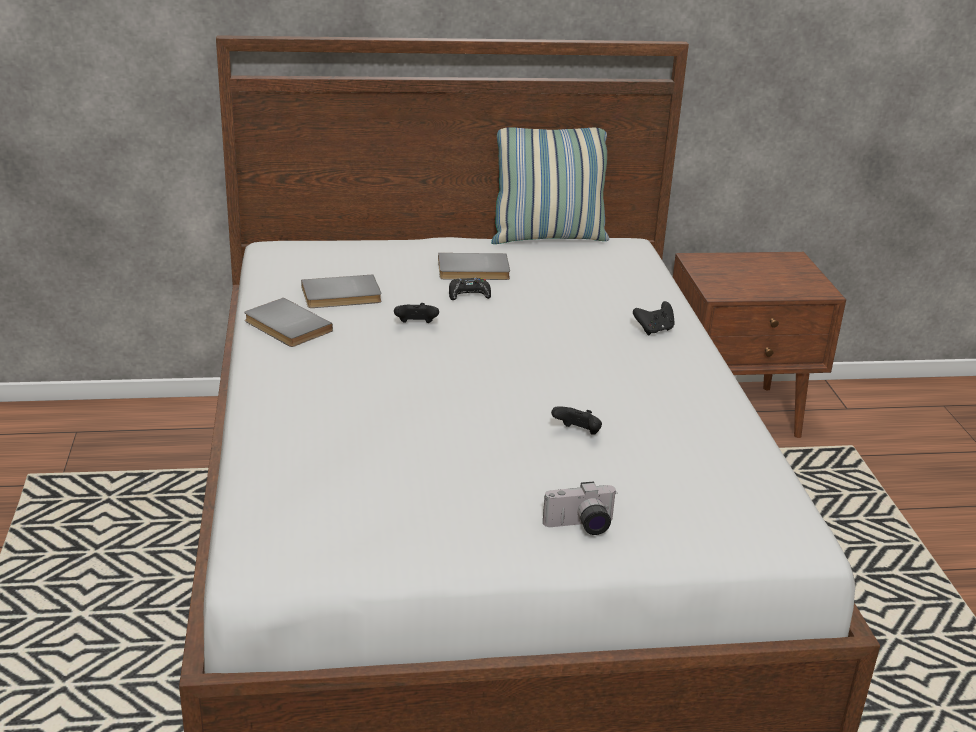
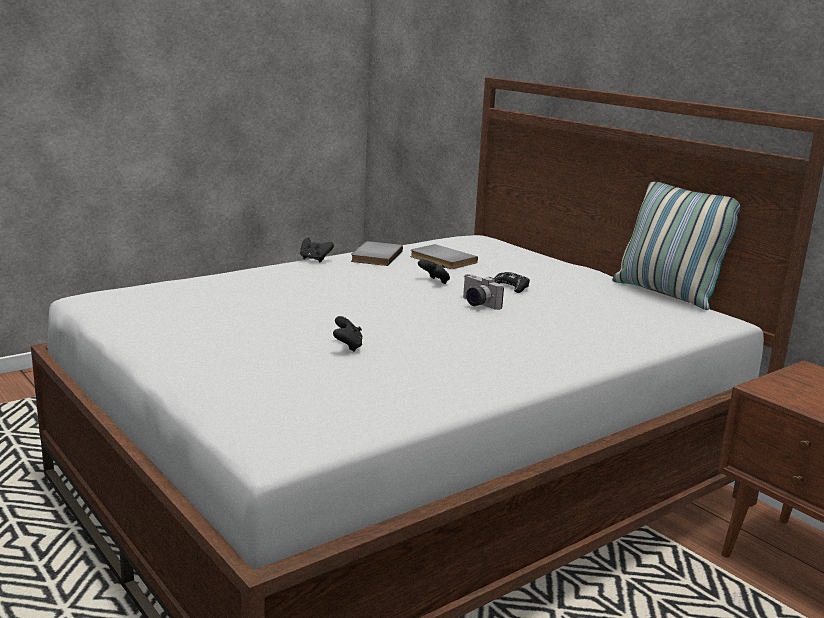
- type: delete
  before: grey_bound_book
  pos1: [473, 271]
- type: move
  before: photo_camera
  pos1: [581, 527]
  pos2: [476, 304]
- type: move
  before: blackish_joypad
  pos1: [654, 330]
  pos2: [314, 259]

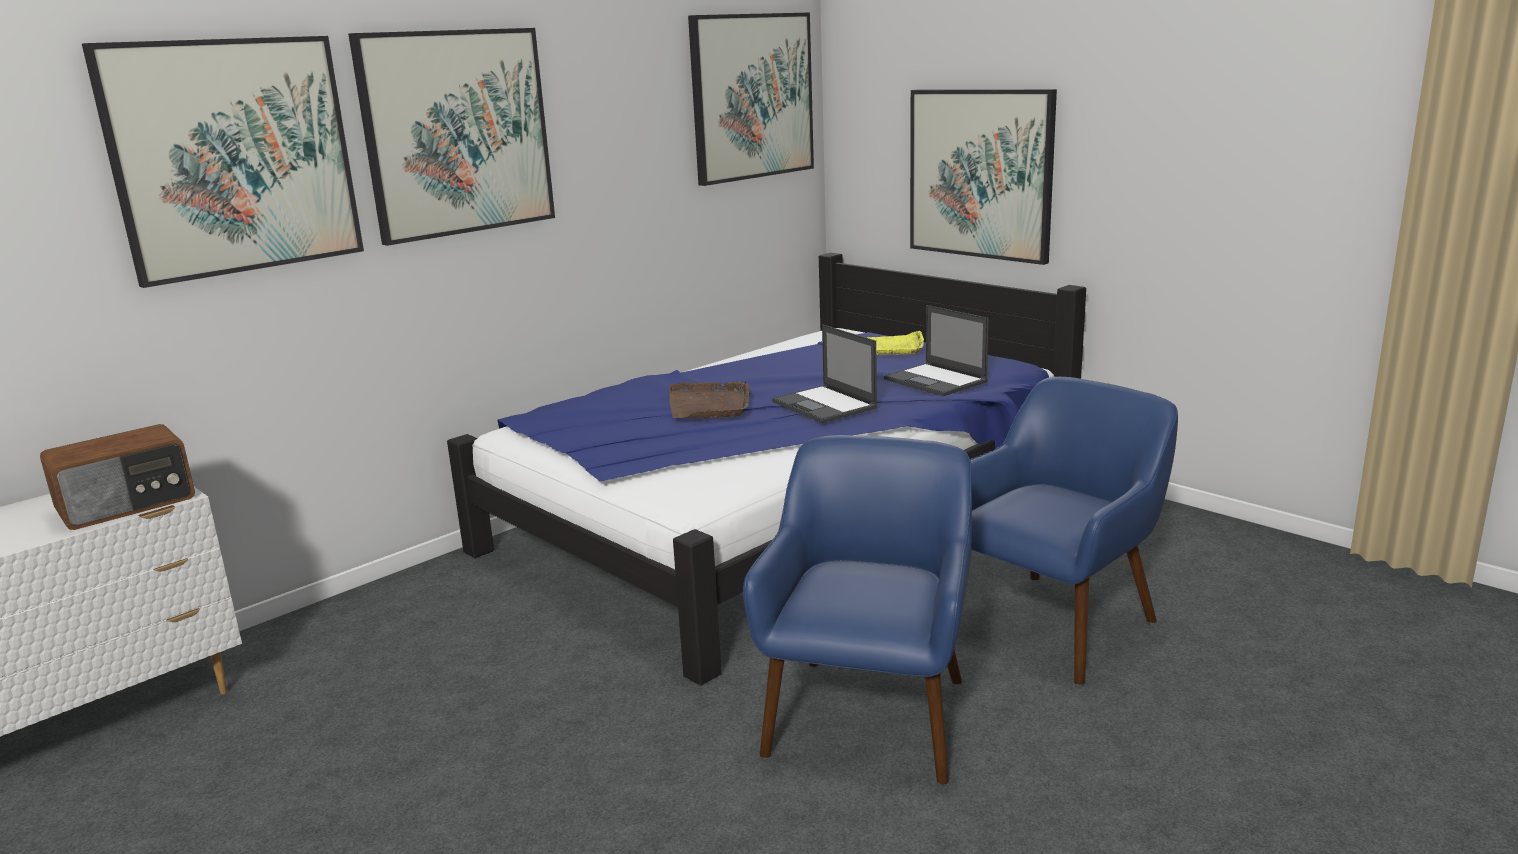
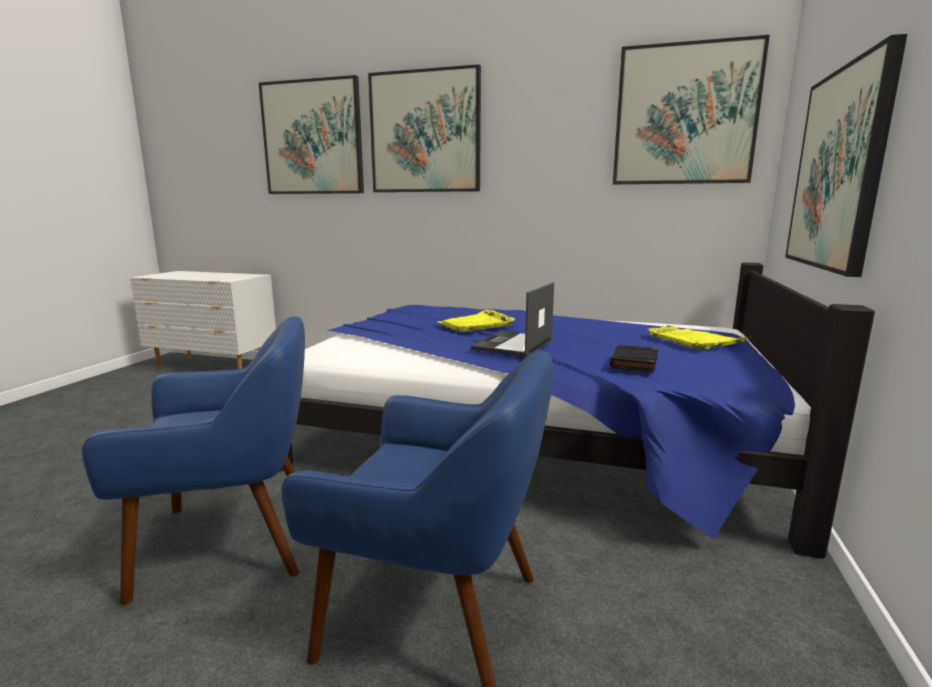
- type: delete
  before: radio_set
  pos1: [127, 504]
- type: replace
  before: portable_computer
  after: blackish_bound_book
  pos1: [936, 380]
  pos2: [634, 363]
- type: recolor
  before: brownish_carrying_tray
  after: yellowish_carrying_tray
  pos1: [709, 404]
  pos2: [476, 324]

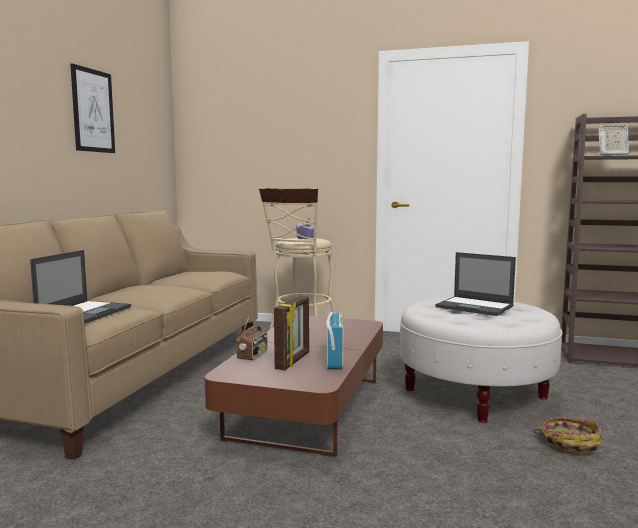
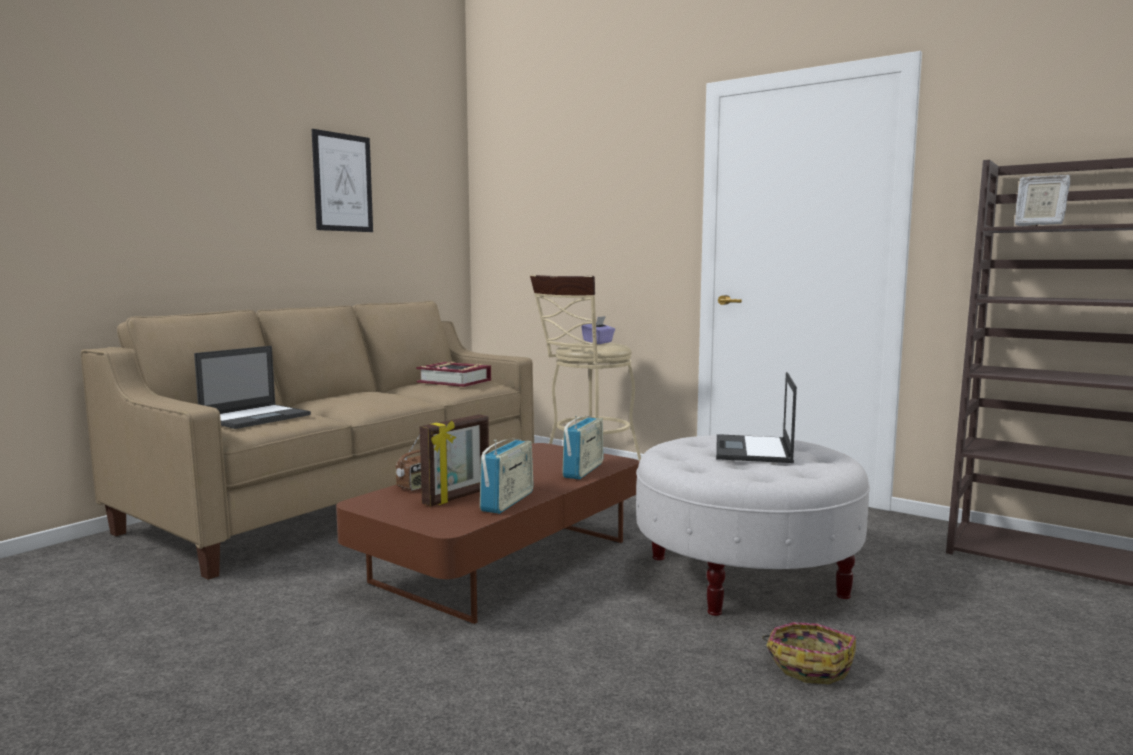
- type: insert
  after: bound_book
  pos2: [454, 381]
- type: insert
  after: radio_set
  pos2: [583, 470]
- type: rotate
  before: portable_computer
  pos1: [475, 307]
  pos2: [753, 450]
  turn: 45

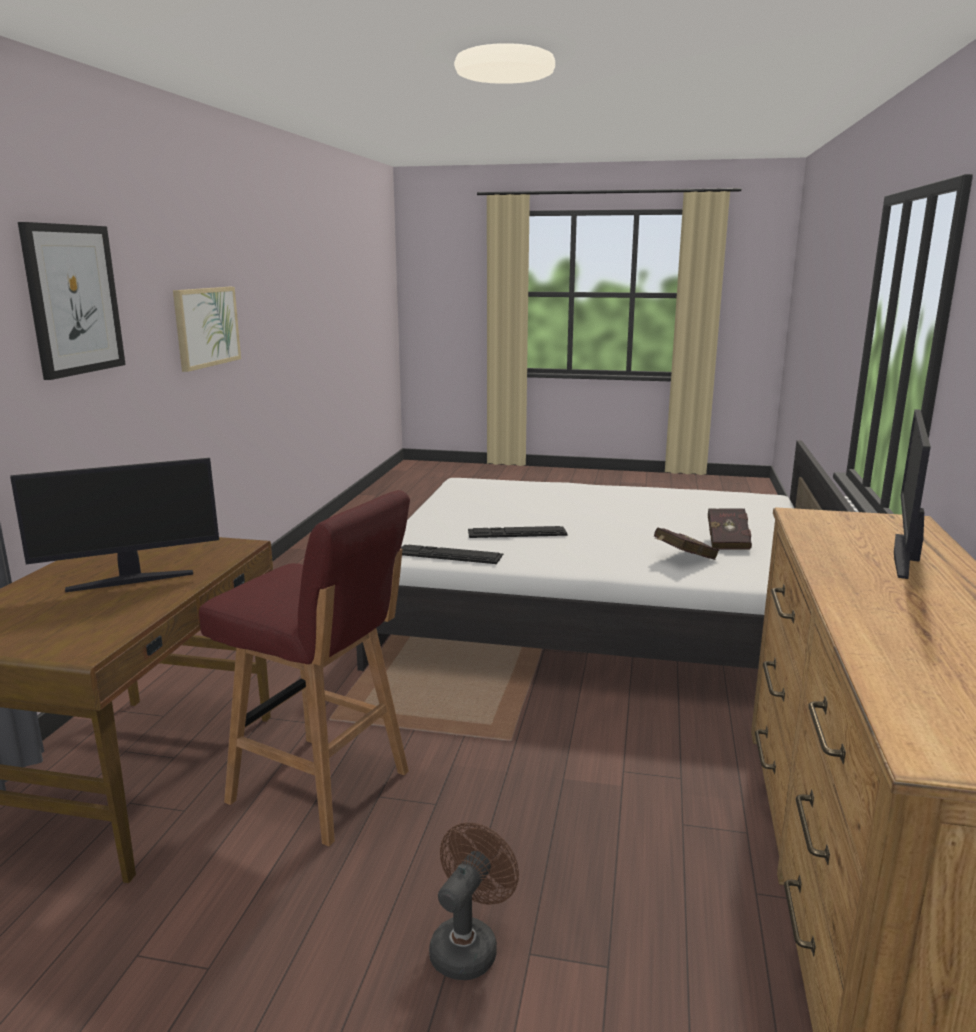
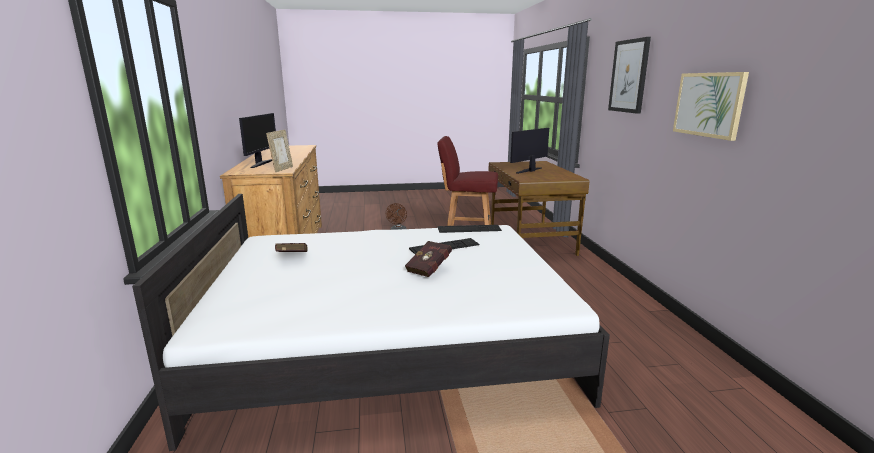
- type: insert
  after: standing_frame
  pos2: [282, 169]
- type: move
  before: red_bound_book
  pos1: [682, 559]
  pos2: [430, 269]

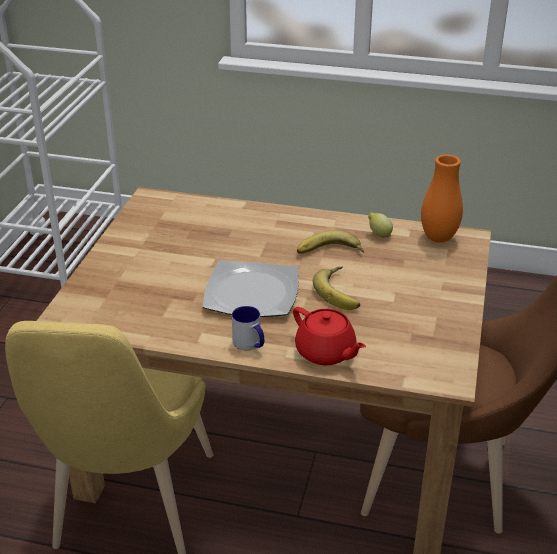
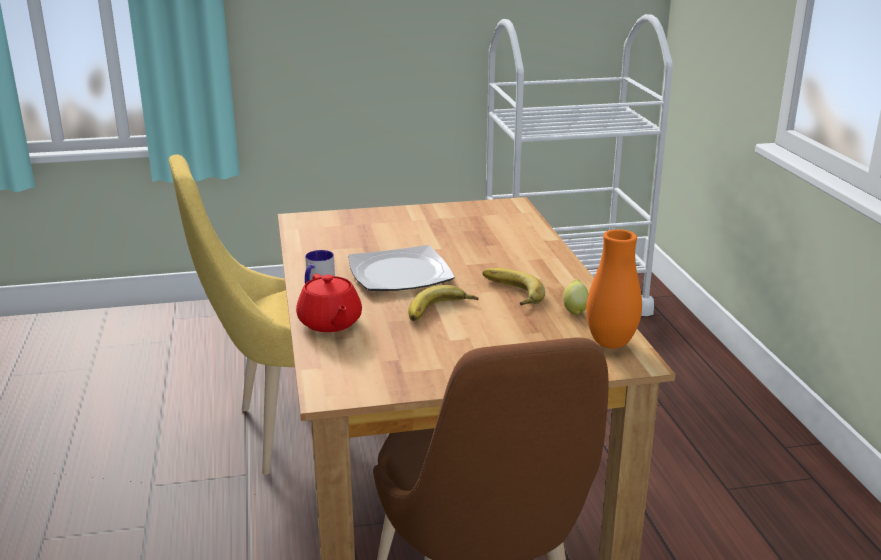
- type: rotate
  before: red_tea_pot
  pos1: [326, 353]
  pos2: [330, 323]
  turn: -45

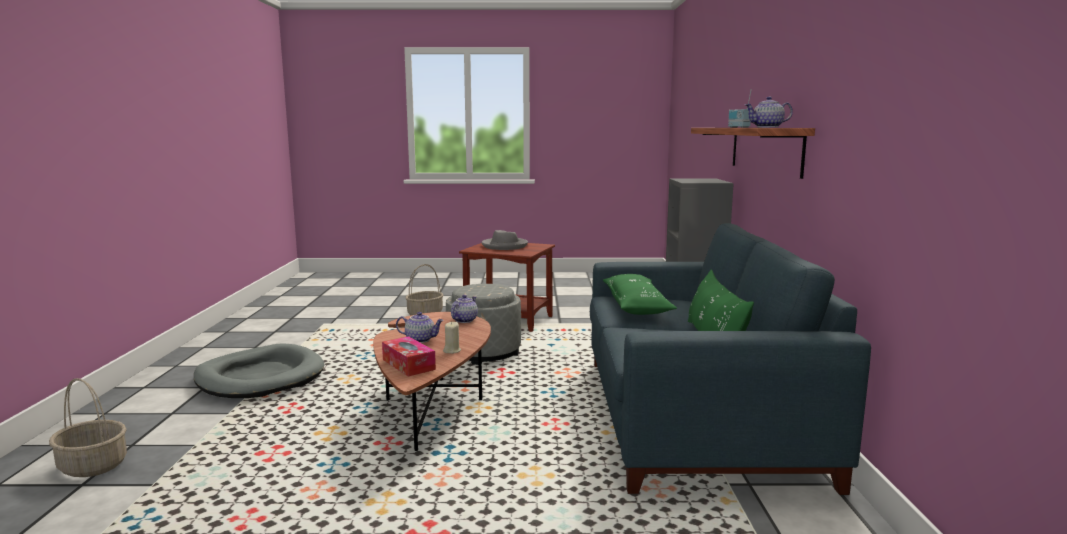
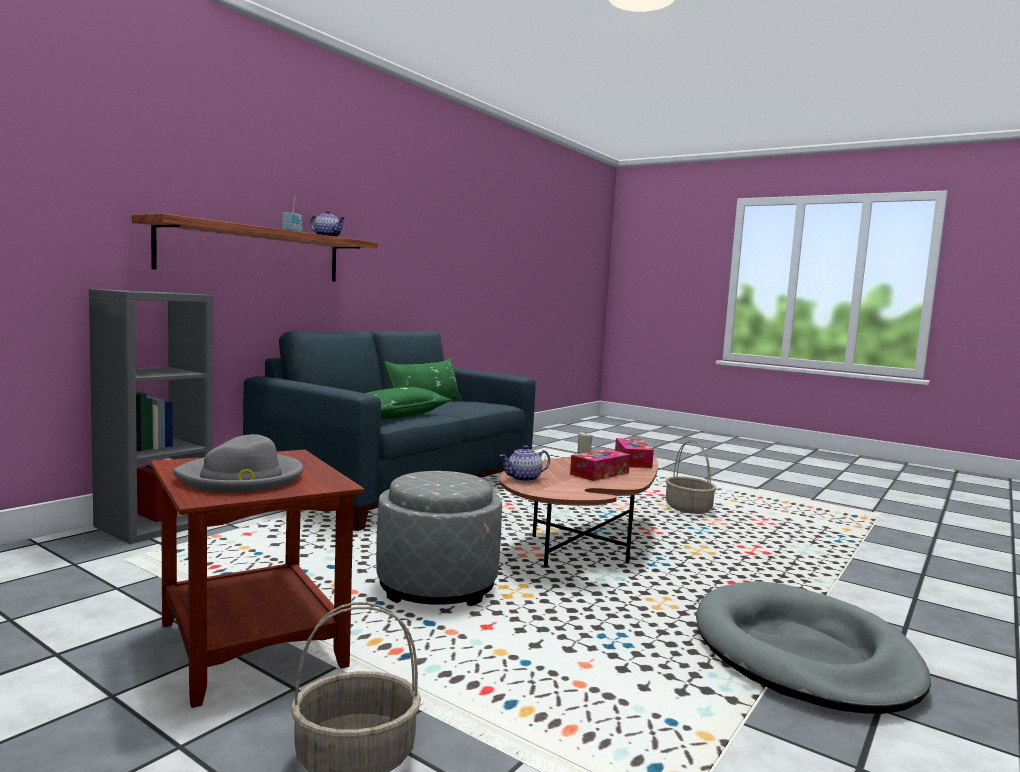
- type: move
  before: basket
  pos1: [92, 466]
  pos2: [689, 509]
- type: replace
  before: tea_pot
  after: tissue_holder
  pos1: [420, 339]
  pos2: [599, 473]

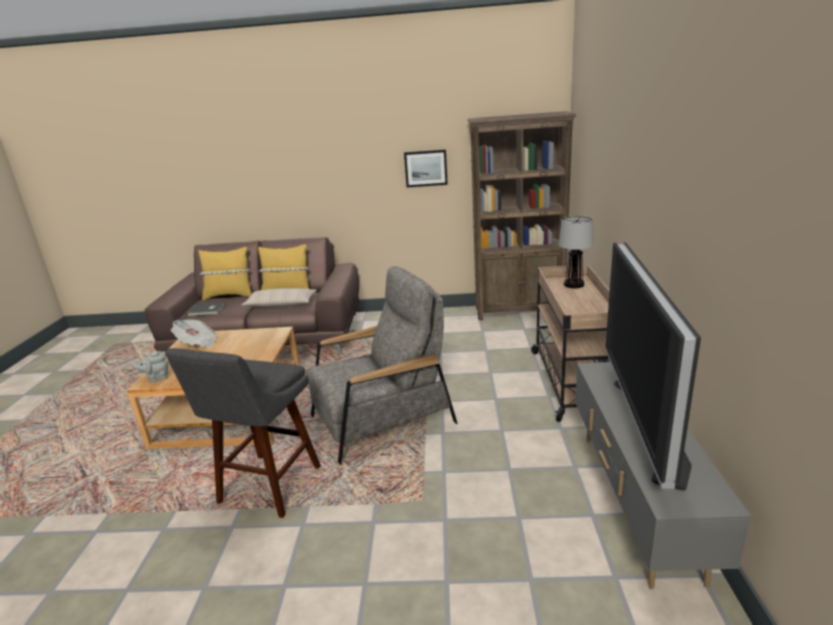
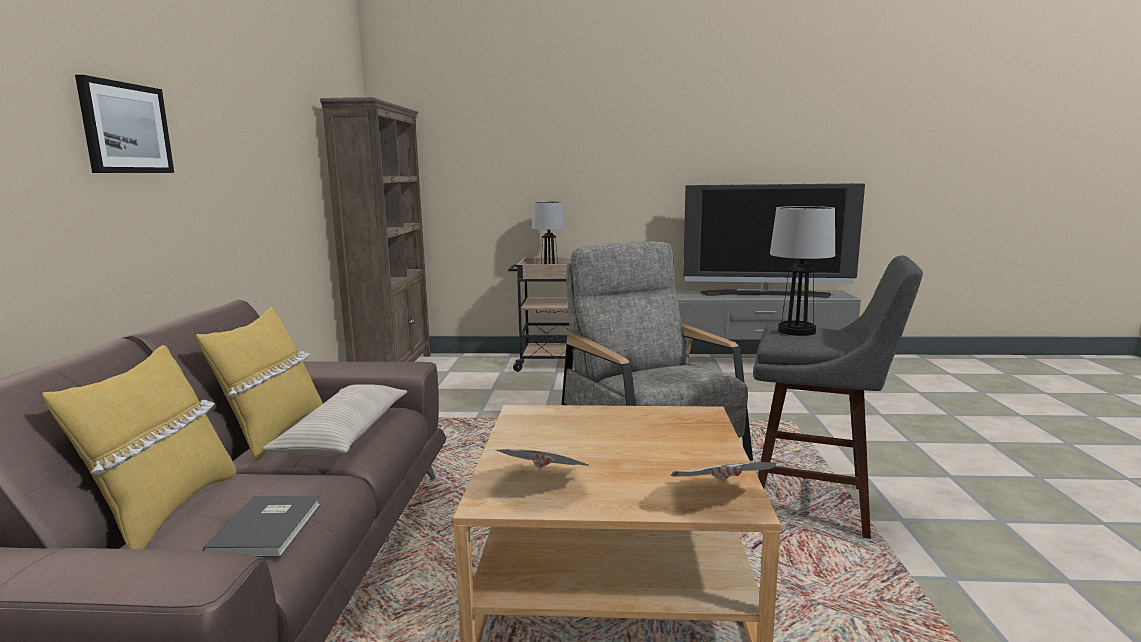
- type: insert
  after: table_lamp
  pos2: [796, 331]
- type: move
  before: picture
  pos1: [426, 168]
  pos2: [125, 128]
- type: replace
  before: grey_tea_pot
  after: newspaper
  pos1: [157, 378]
  pos2: [720, 497]

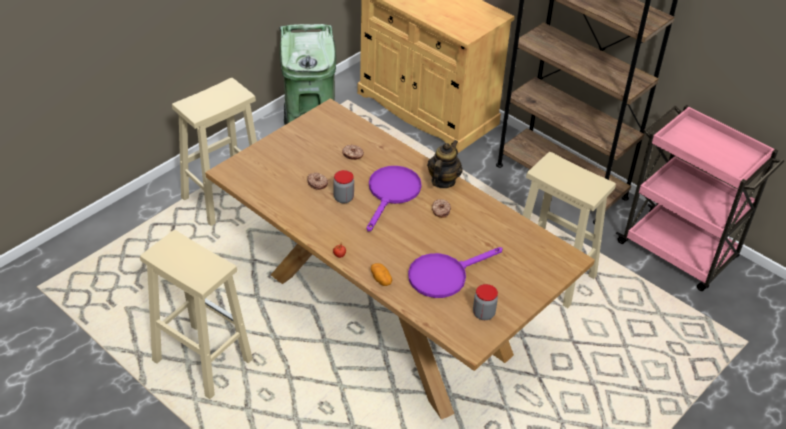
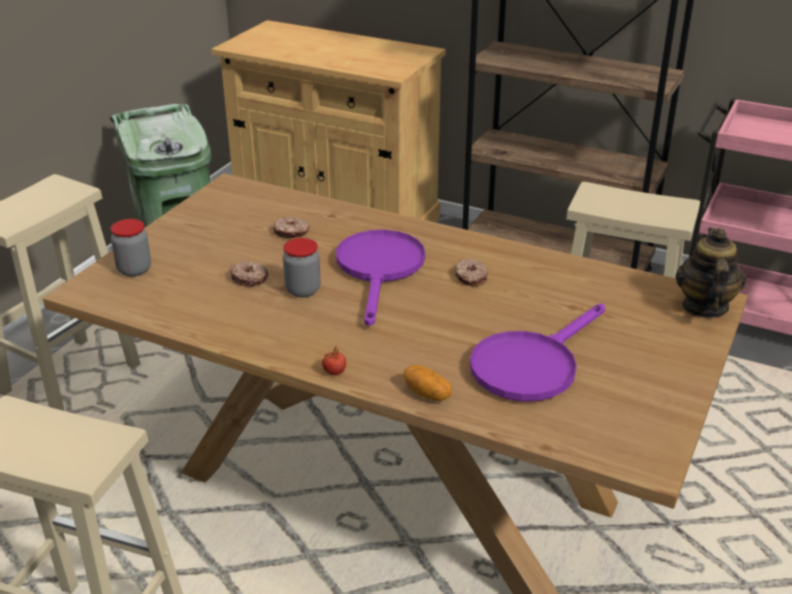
- type: move
  before: tea_pot
  pos1: [443, 181]
  pos2: [704, 307]
- type: move
  before: preserve_jar
  pos1: [483, 314]
  pos2: [134, 269]

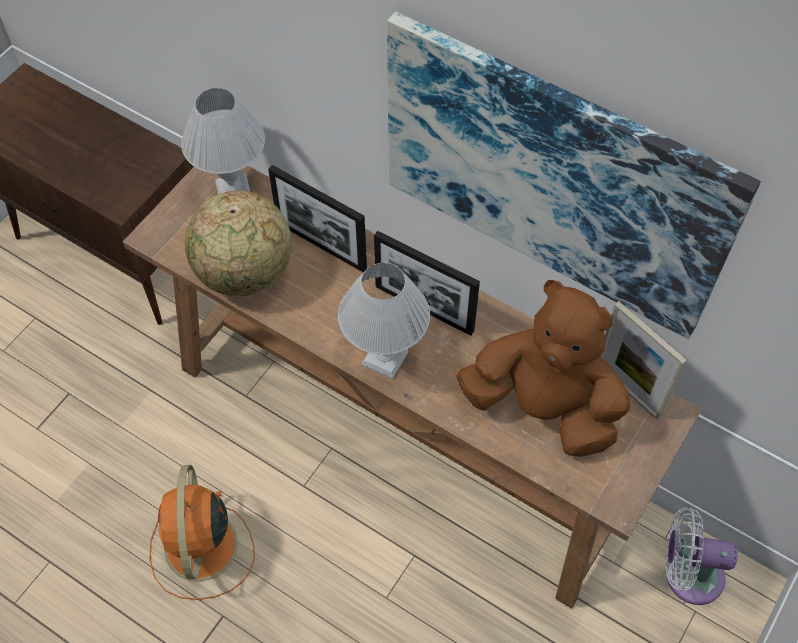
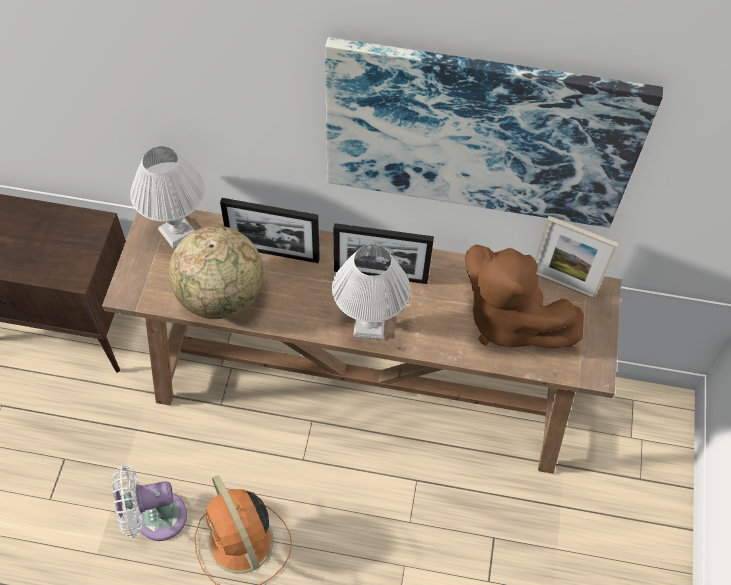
- type: move
  before: whitish_fan
  pos1: [687, 574]
  pos2: [155, 517]
- type: rotate
  before: brownish_plush_toy
  pos1: [543, 407]
  pos2: [508, 319]
  turn: -135

